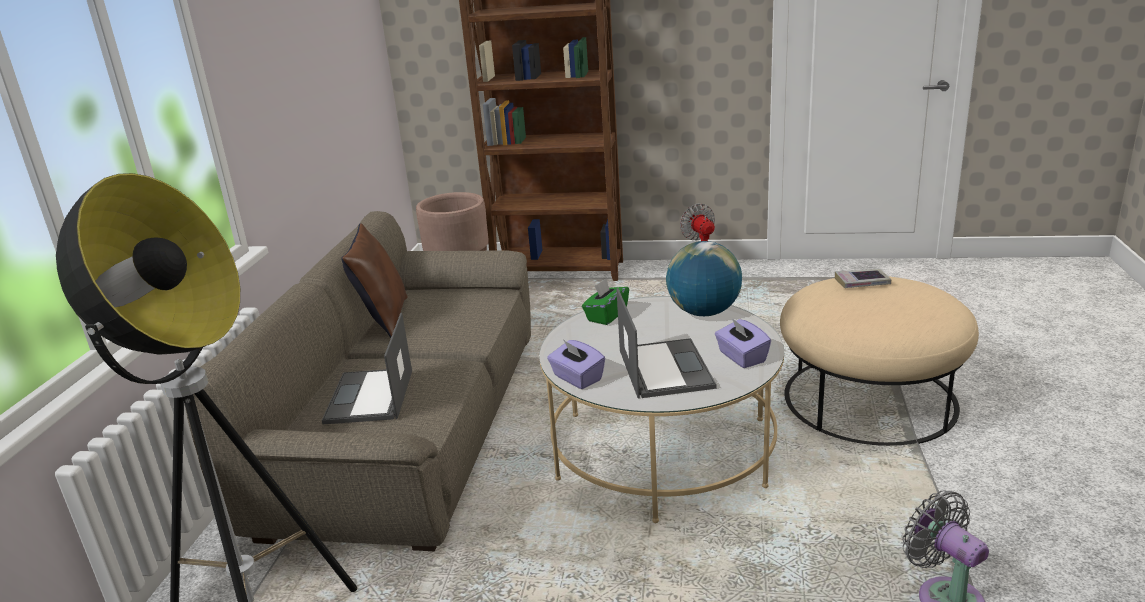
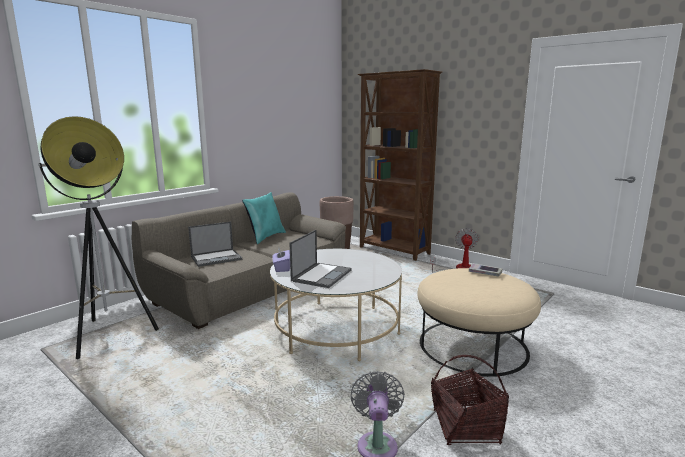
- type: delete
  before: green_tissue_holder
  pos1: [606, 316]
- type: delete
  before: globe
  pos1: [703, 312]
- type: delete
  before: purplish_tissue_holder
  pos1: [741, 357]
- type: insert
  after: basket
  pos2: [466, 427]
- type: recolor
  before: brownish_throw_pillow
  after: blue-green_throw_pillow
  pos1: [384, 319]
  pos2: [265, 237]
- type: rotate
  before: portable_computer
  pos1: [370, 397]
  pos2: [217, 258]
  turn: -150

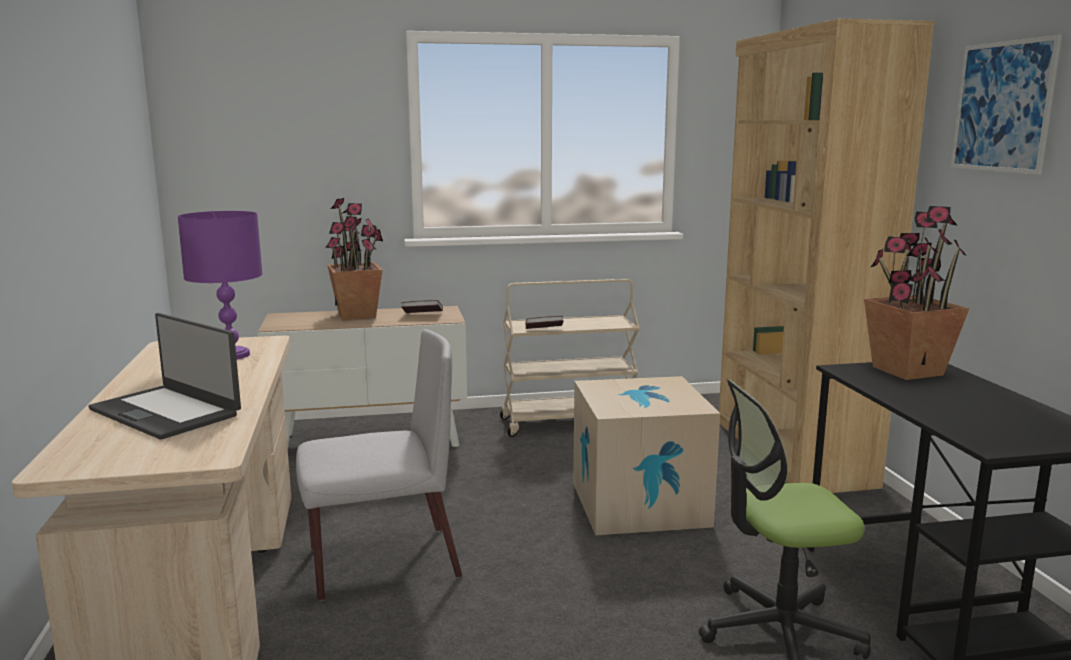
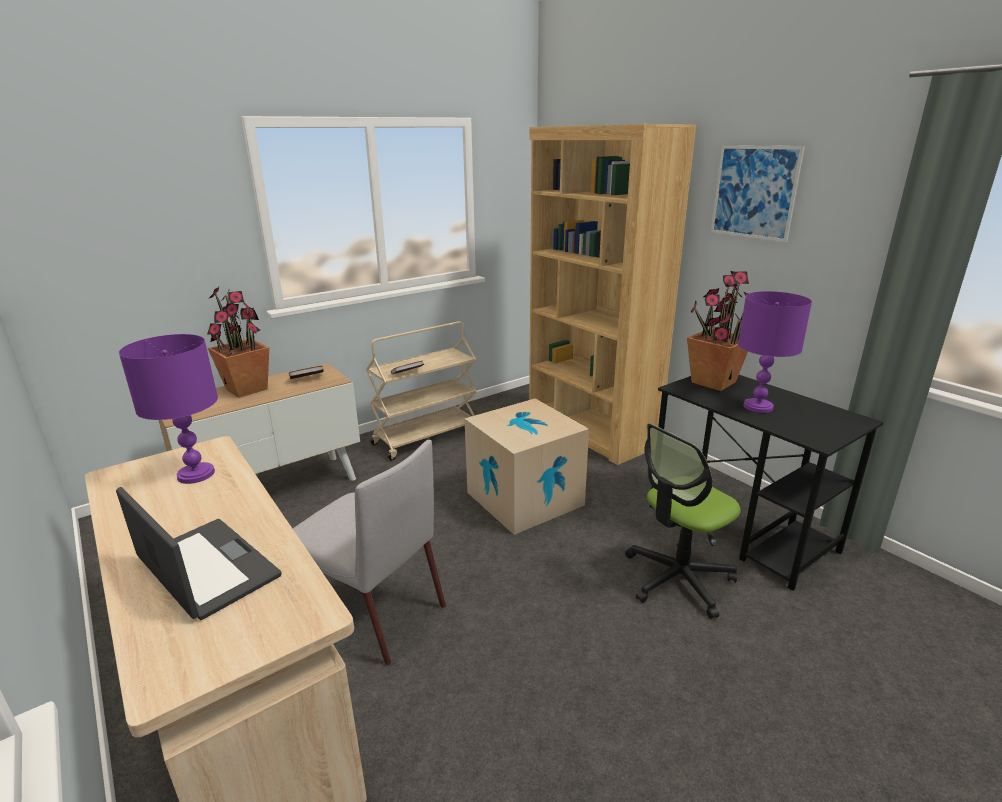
- type: insert
  after: purplish_table_lamp
  pos2: [758, 406]
- type: rotate
  before: portable_computer
  pos1: [167, 412]
  pos2: [206, 568]
  turn: -150
- type: rotate
  before: grey_upright_chair
  pos1: [381, 563]
  pos2: [372, 610]
  turn: 75

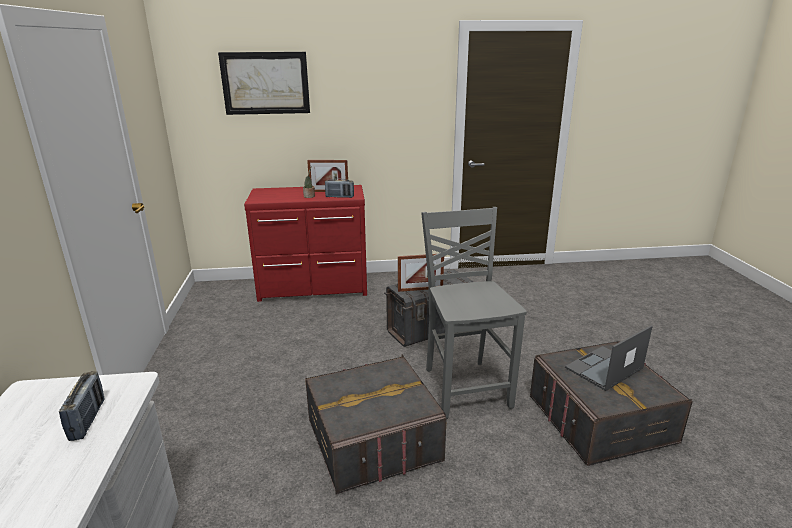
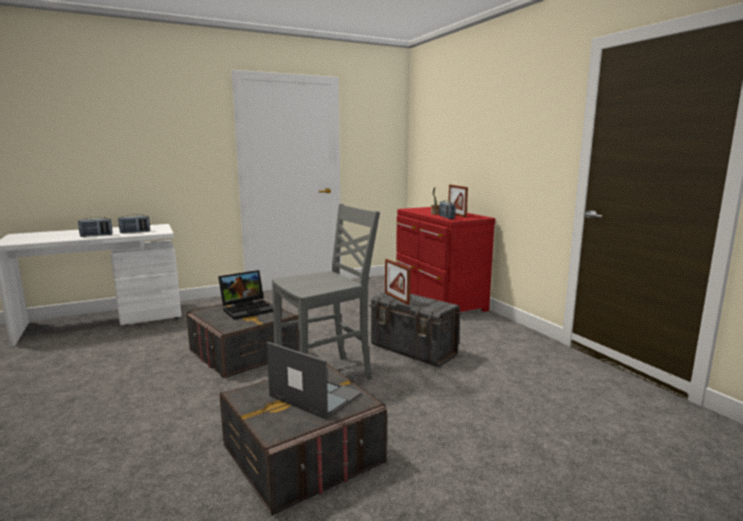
- type: delete
  before: picture
  pos1: [265, 83]
- type: insert
  after: radio_set
  pos2: [96, 235]
- type: insert
  after: portable_computer
  pos2: [248, 309]

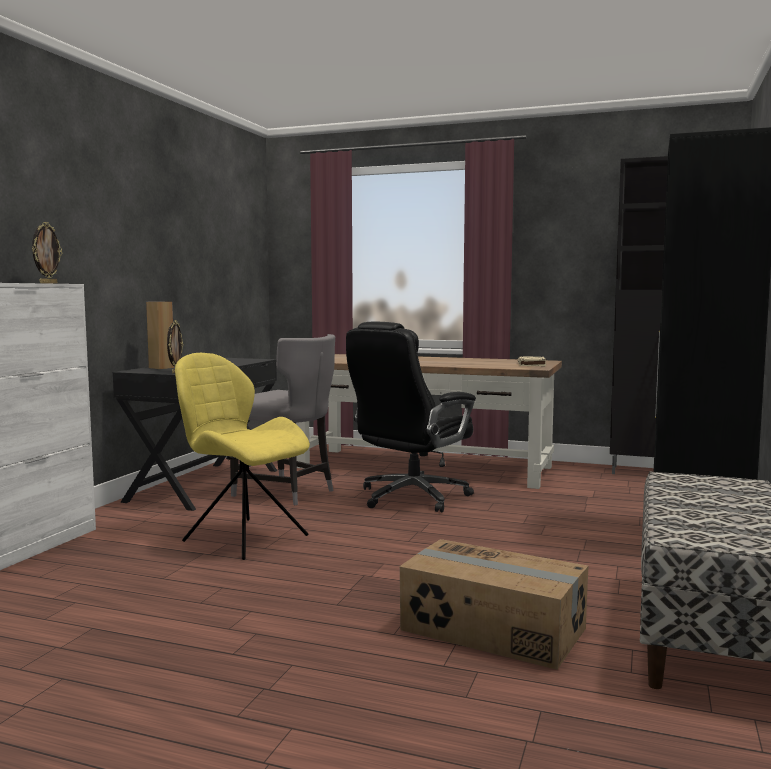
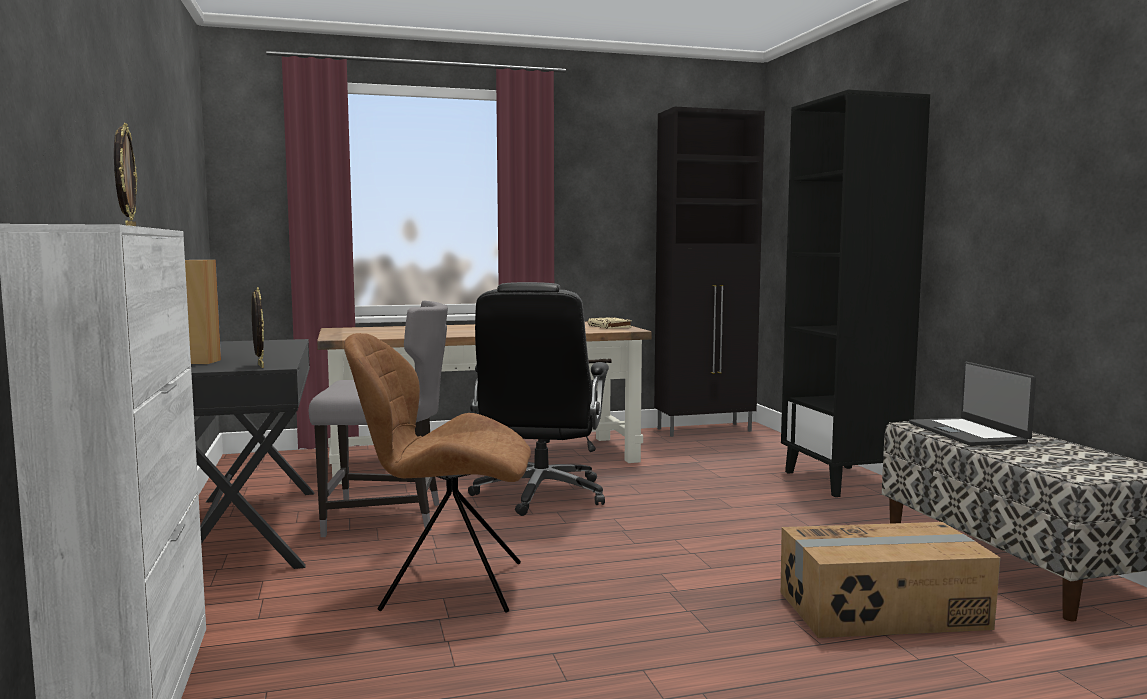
- type: insert
  after: portable_computer
  pos2: [968, 433]
- type: recolor
  before: yellowish_upright_chair
  after: brownish_upright_chair
  pos1: [242, 537]
  pos2: [447, 585]

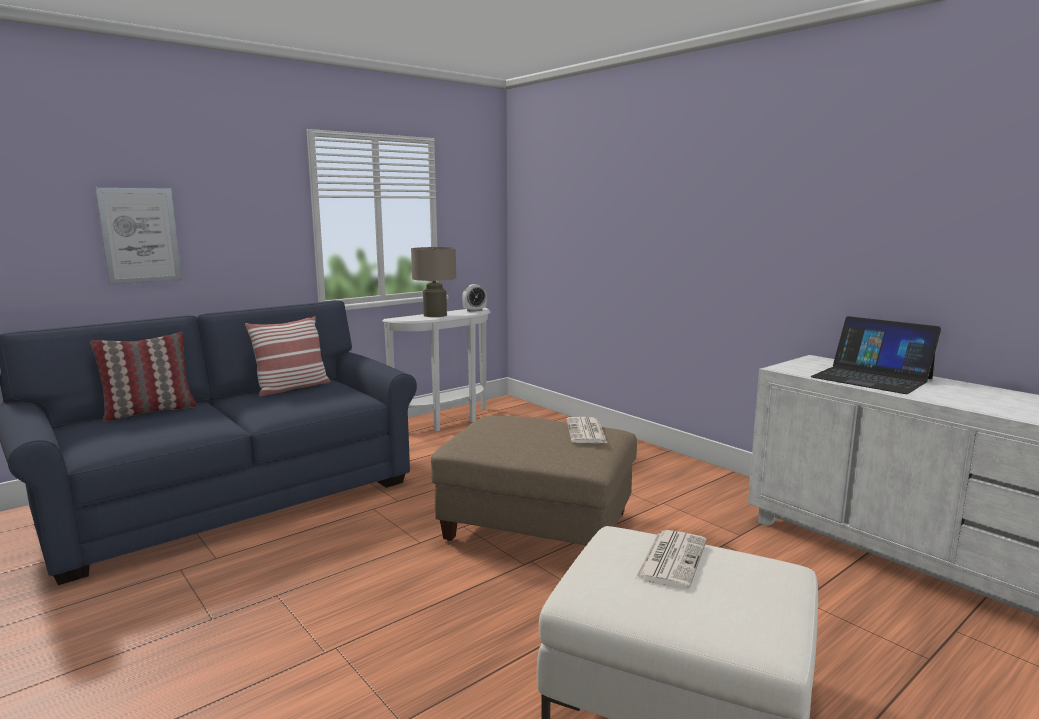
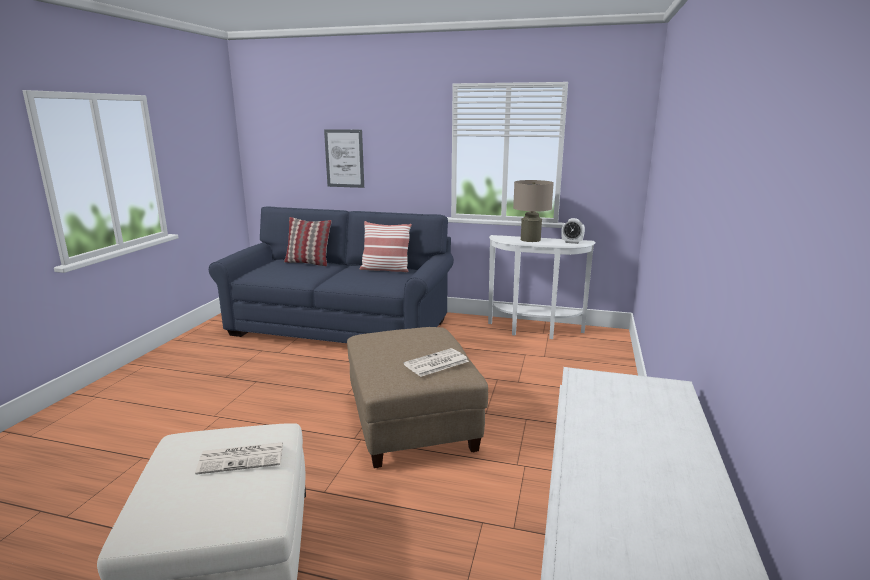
- type: delete
  before: portable_computer
  pos1: [871, 378]

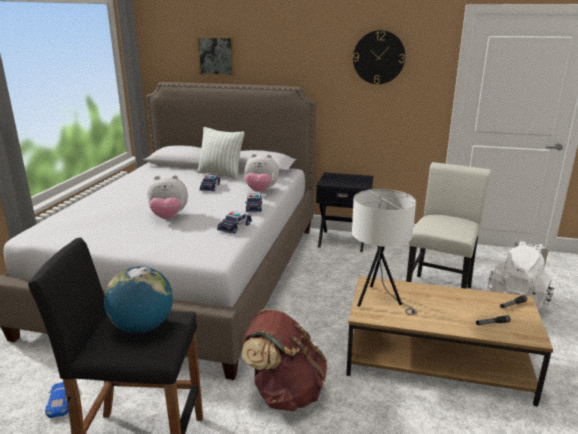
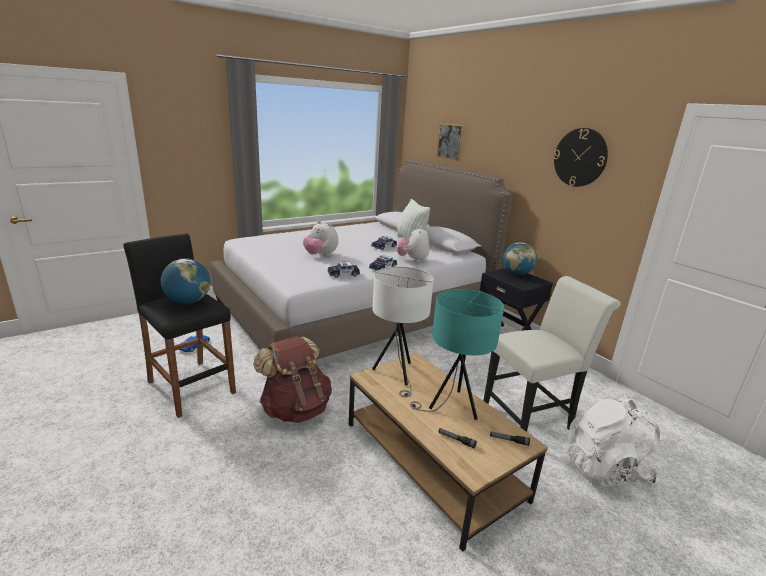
- type: insert
  after: blue-green_table_lamp
  pos2: [451, 406]
- type: insert
  after: globe
  pos2: [517, 274]
- type: rotate
  before: plush_toy
  pos1: [261, 191]
  pos2: [412, 260]
  turn: 45

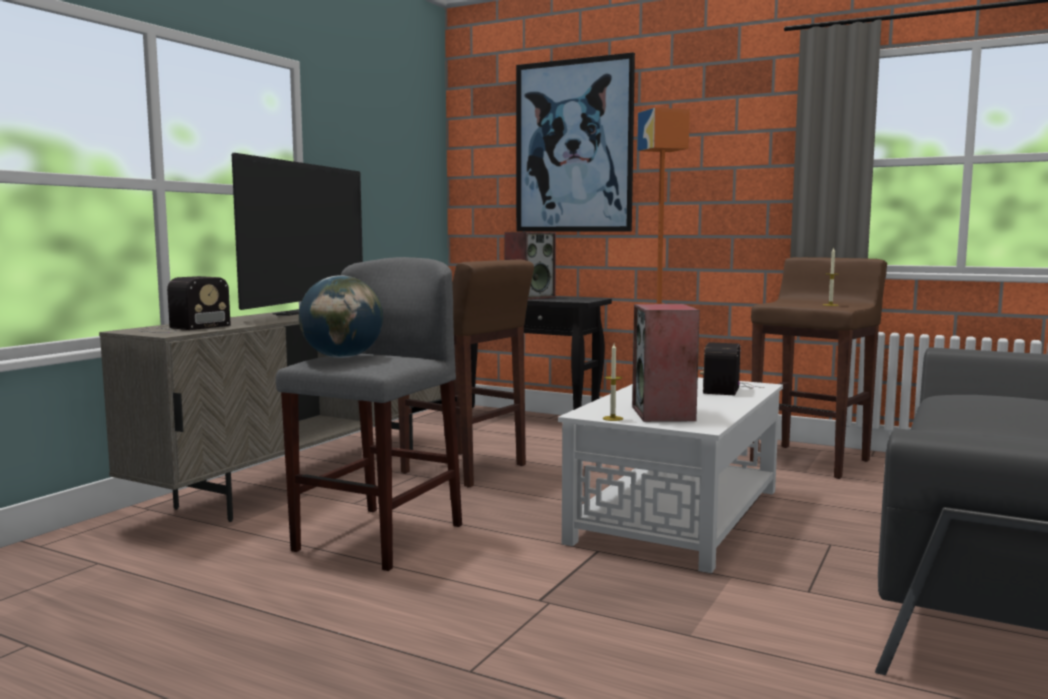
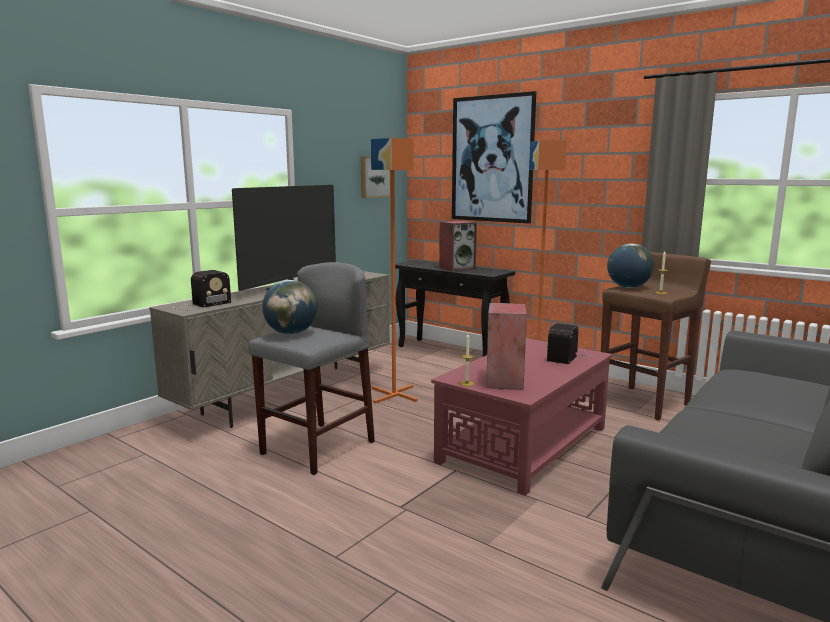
- type: insert
  after: picture
  pos2: [374, 177]
- type: insert
  after: globe
  pos2: [628, 287]
- type: replace
  before: brownish_sitting_stool
  after: orangey_floor_lamp
  pos1: [465, 469]
  pos2: [395, 395]
- type: recolor
  before: whitish_coffee_table
  after: red_coffee_table
  pos1: [677, 515]
  pos2: [523, 444]

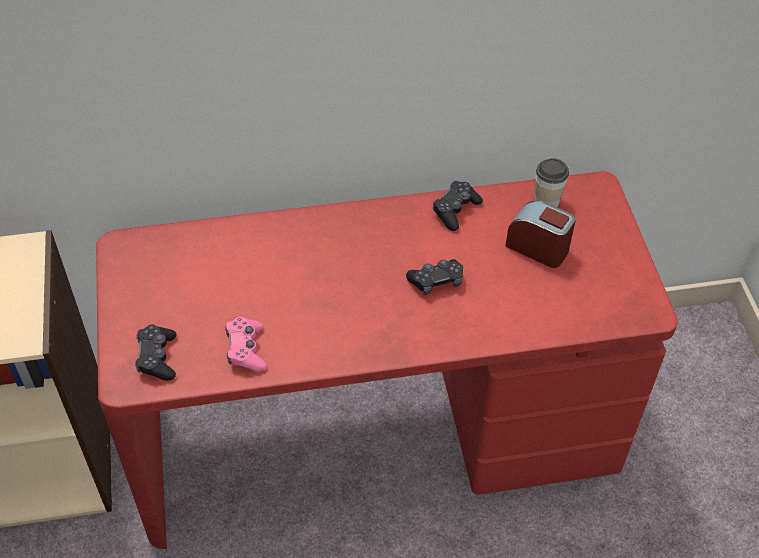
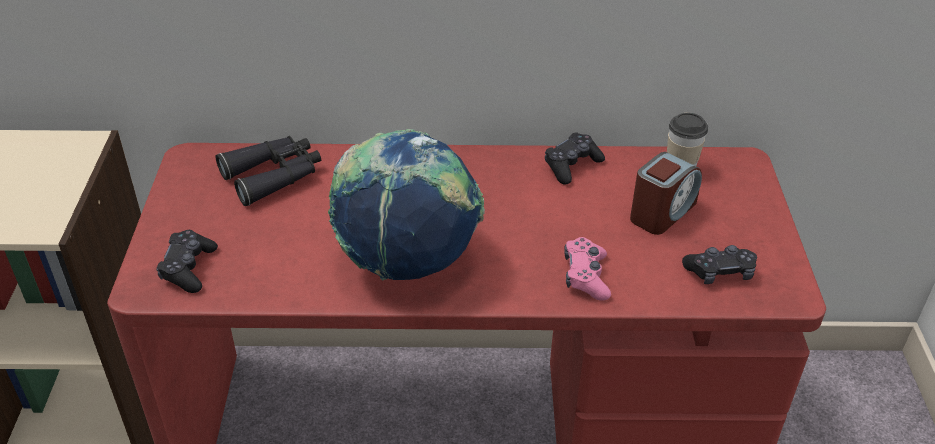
- type: insert
  after: blackish_pair_of_binoculars
  pos2: [274, 176]
- type: insert
  after: globe
  pos2: [408, 262]
- type: move
  before: pinkish_joypad
  pos1: [246, 349]
  pos2: [586, 276]
- type: move
  before: blackish_joypad
  pos1: [436, 281]
  pos2: [719, 272]
- type: rotate
  before: table_clock
  pos1: [538, 247]
  pos2: [662, 212]
  turn: 90

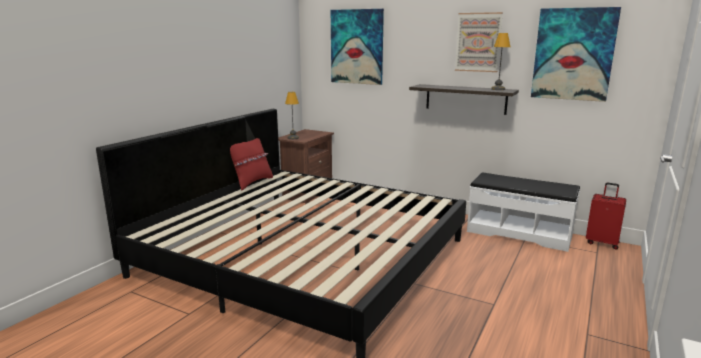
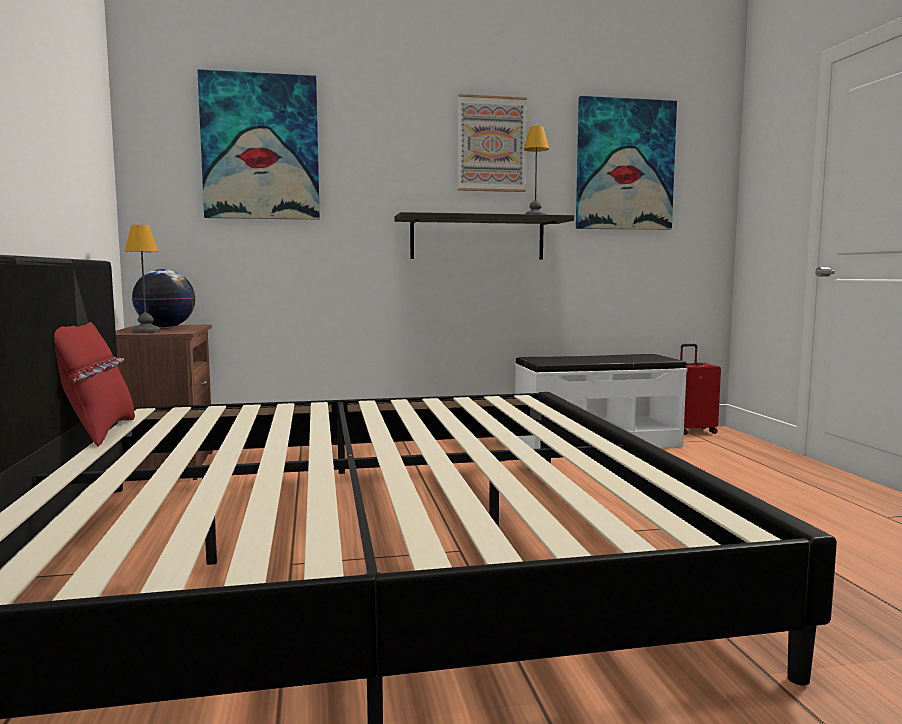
- type: insert
  after: globe
  pos2: [166, 327]

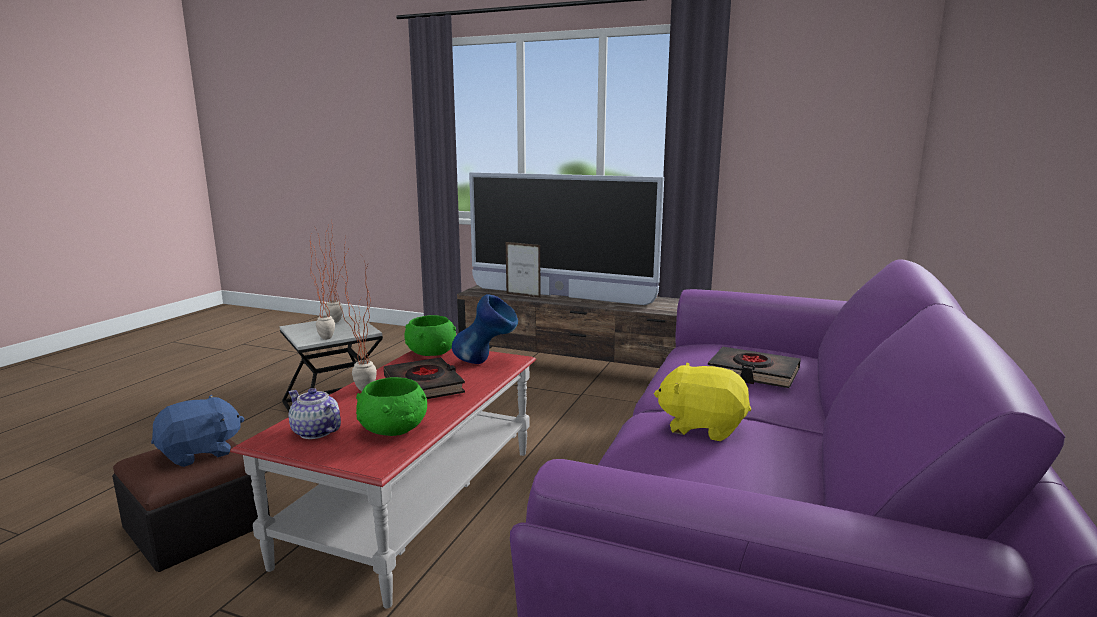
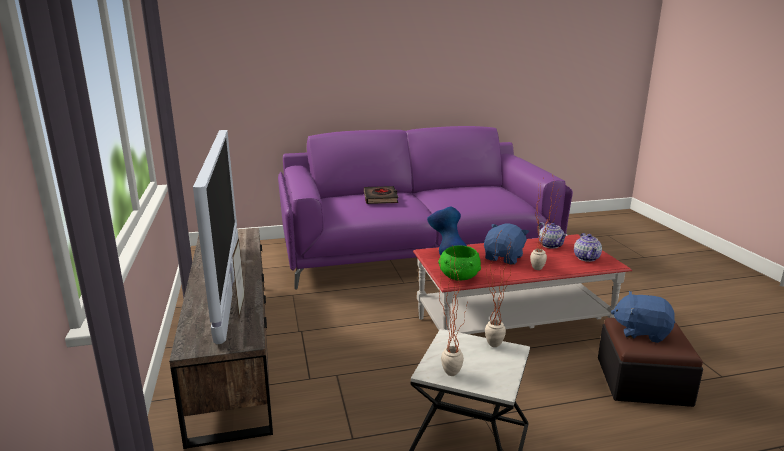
- type: delete
  before: yellowish_plush_toy
  pos1: [702, 426]
- type: replace
  before: green_bowl
  after: tea_pot
  pos1: [393, 430]
  pos2: [551, 245]
- type: replace
  before: blackish_bound_book
  after: bluish_plush_toy
  pos1: [424, 386]
  pos2: [504, 258]

